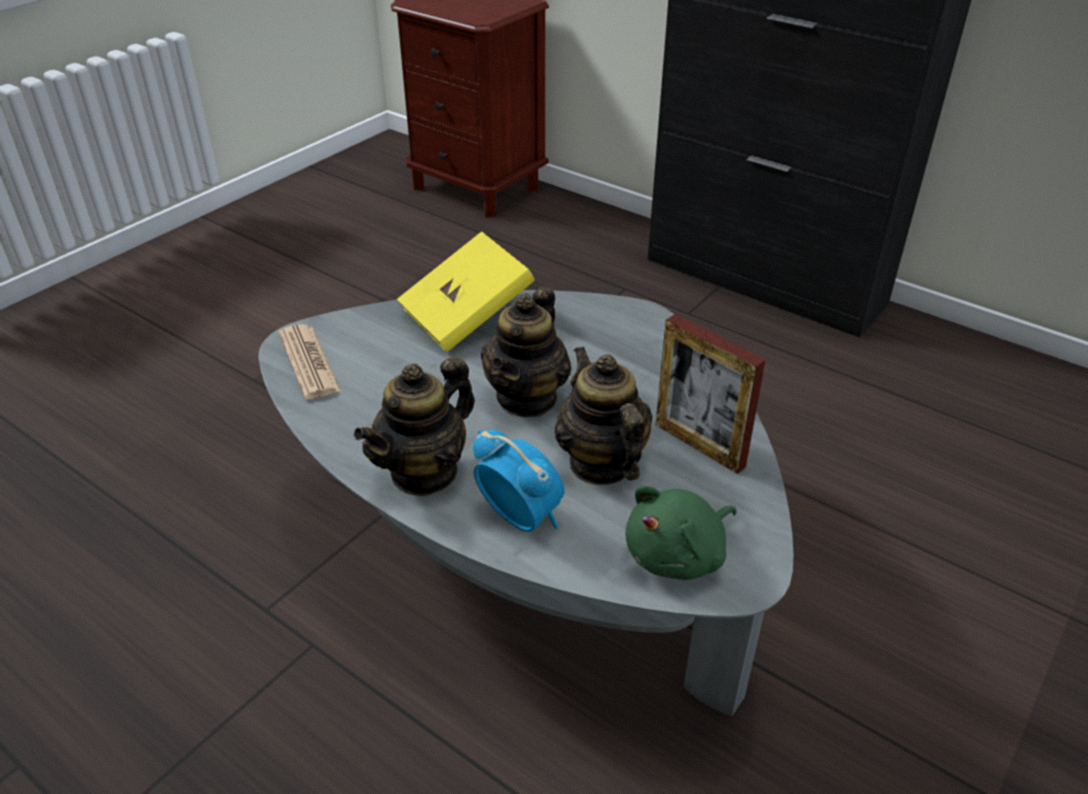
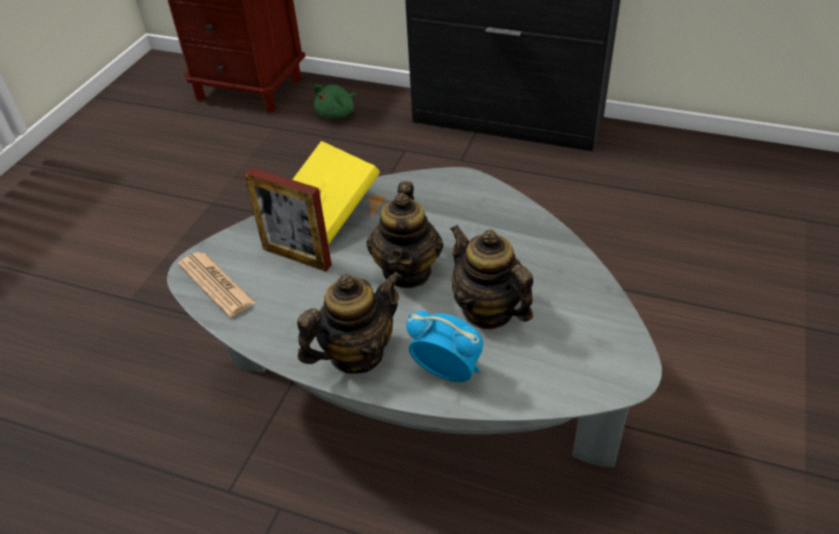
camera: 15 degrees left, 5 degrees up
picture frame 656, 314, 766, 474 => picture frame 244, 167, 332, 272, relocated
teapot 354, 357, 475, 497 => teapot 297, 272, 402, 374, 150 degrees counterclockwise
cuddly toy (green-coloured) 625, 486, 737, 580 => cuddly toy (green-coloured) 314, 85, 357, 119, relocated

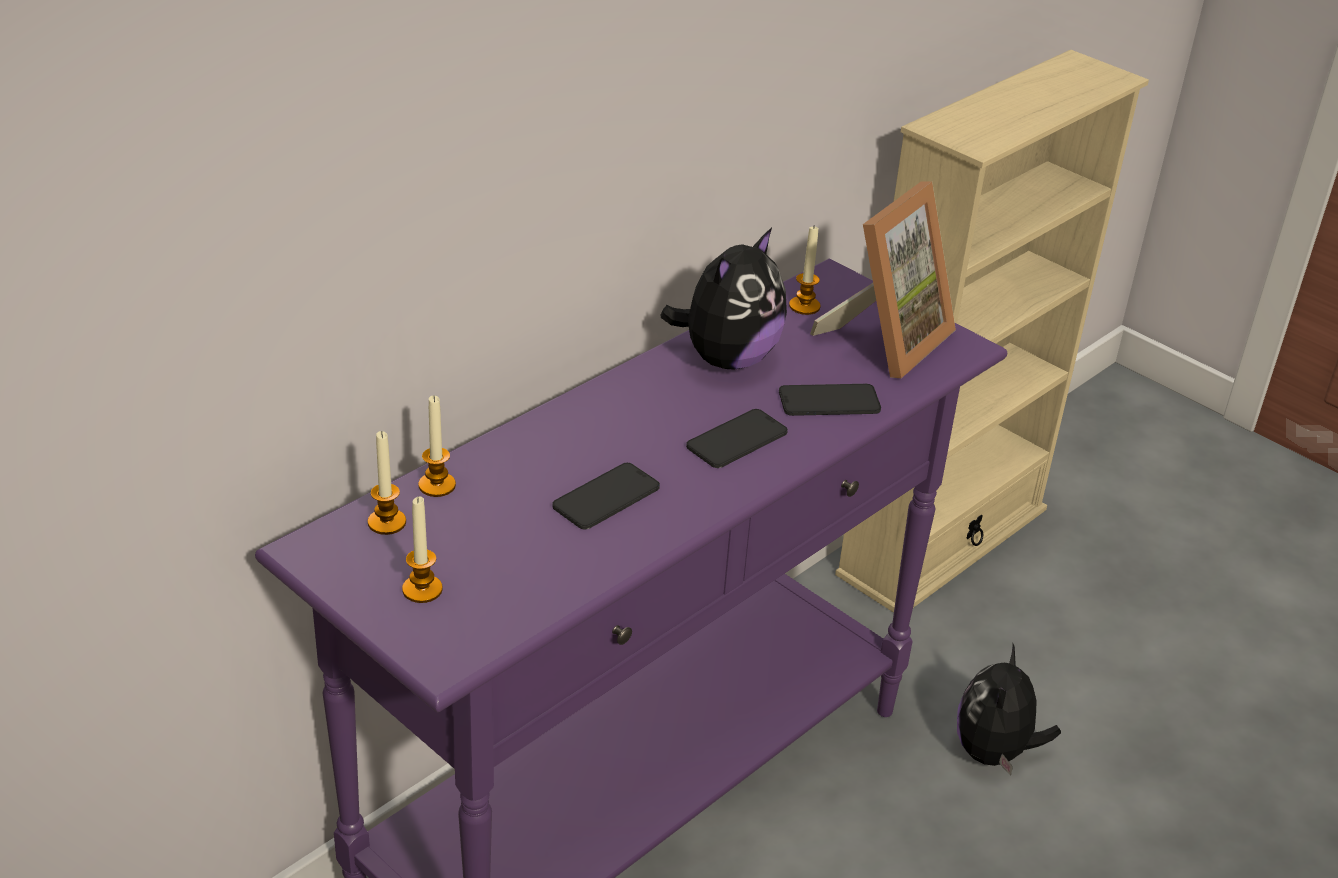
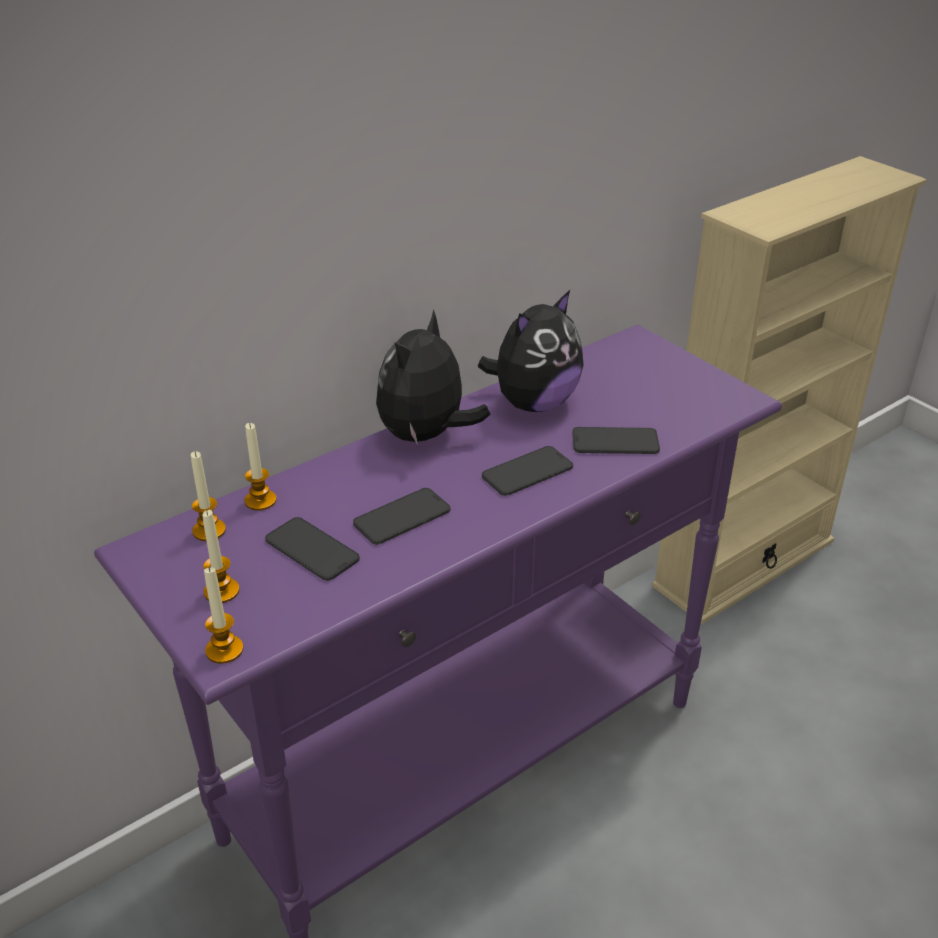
camera: 10 degrees right, 0 degrees up
wax light 789, 225, 821, 315 => wax light 204, 567, 243, 664, relocated
nothing => phone 265, 517, 360, 581
cuddly toy 957, 644, 1061, 775 => cuddly toy 376, 309, 491, 445, relocated
picture frame 810, 181, 956, 378 => nothing

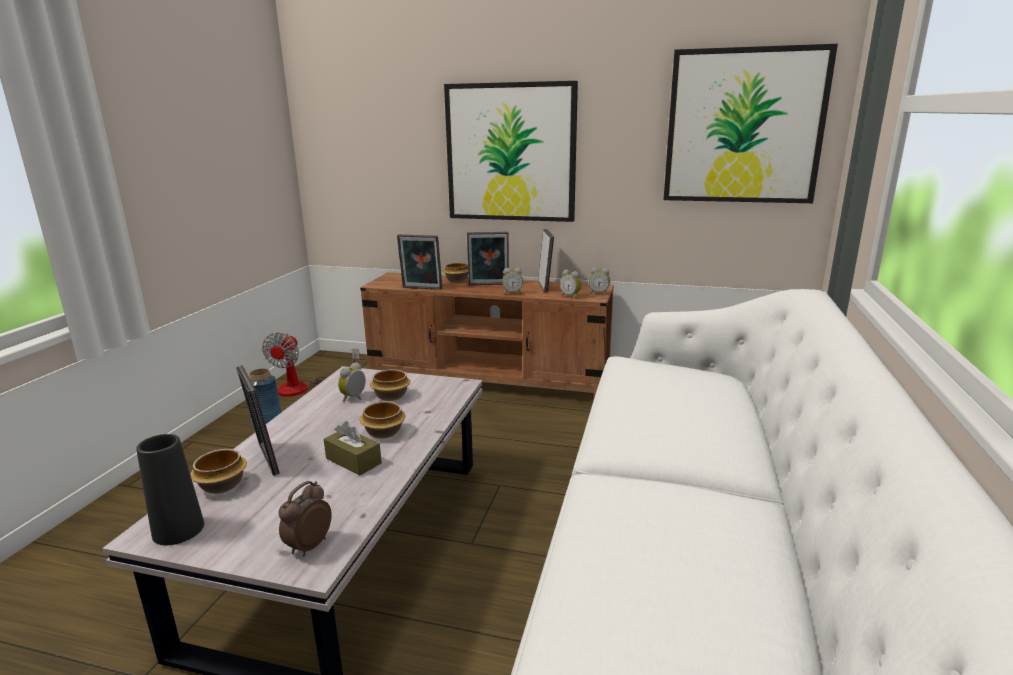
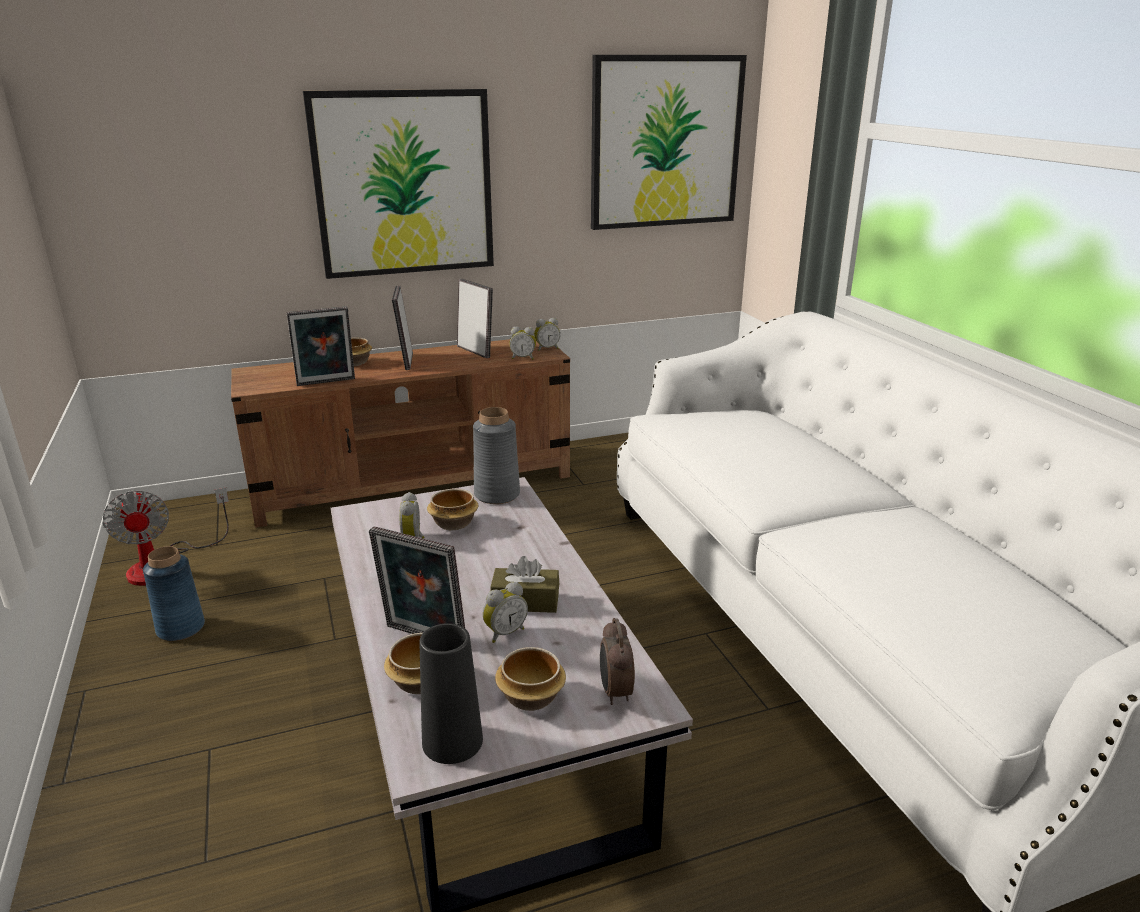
camera: 35 degrees left, 5 degrees up
picture frame 467, 231, 509, 285 => picture frame 392, 286, 413, 370, 120 degrees clockwise
nothing => flower vase (grey) 473, 407, 520, 504
alarm clock 502, 268, 523, 294 => alarm clock 483, 582, 528, 643, relocated
serving bowl 360, 401, 406, 439 => serving bowl 495, 647, 566, 711, relocated

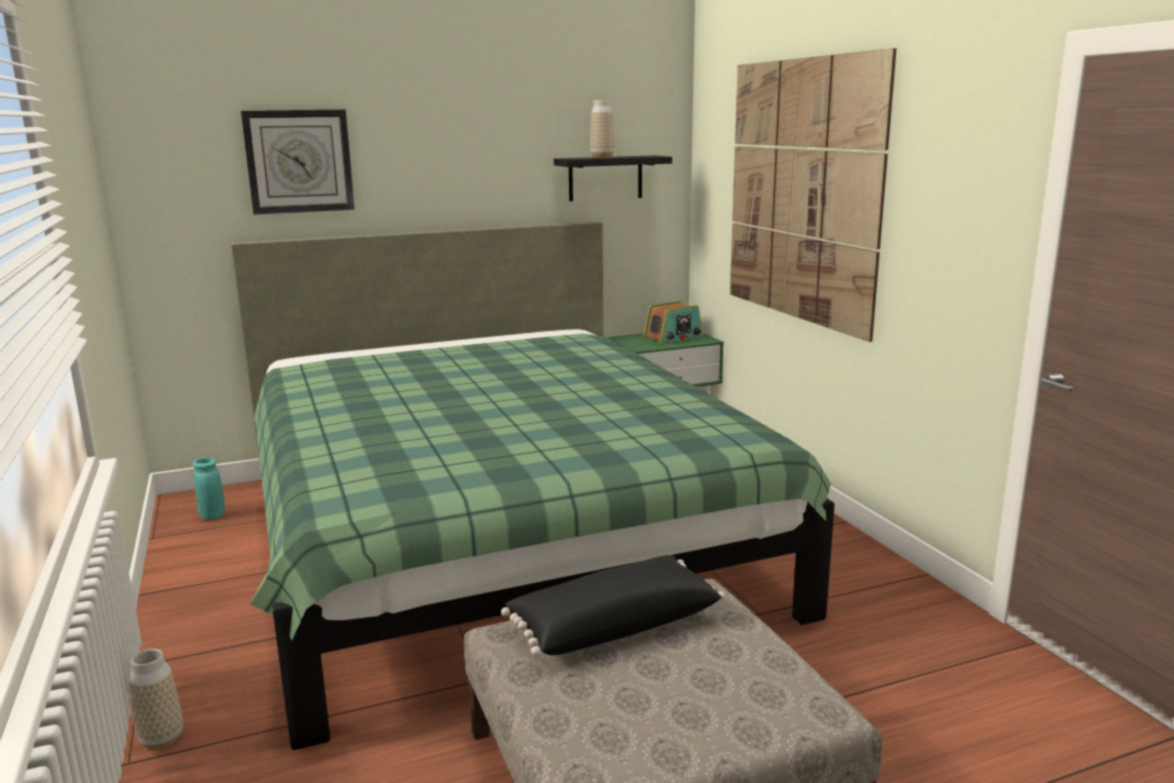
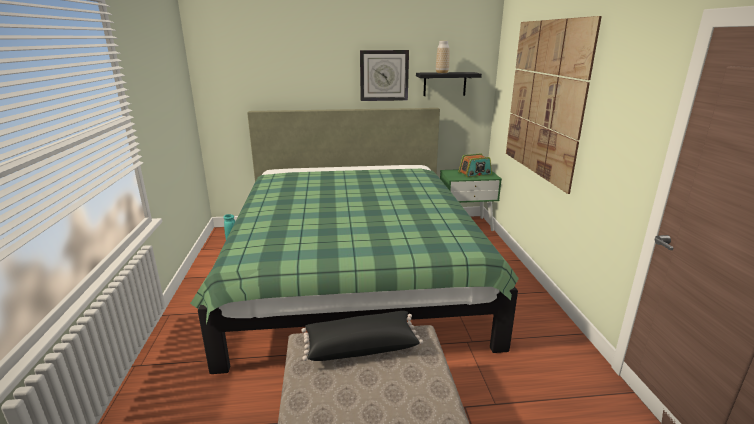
camera: 15 degrees right, 5 degrees up
wall clock 241, 110, 355, 214 => wall clock 360, 50, 409, 101, relocated
flower vase 129, 649, 183, 750 => nothing

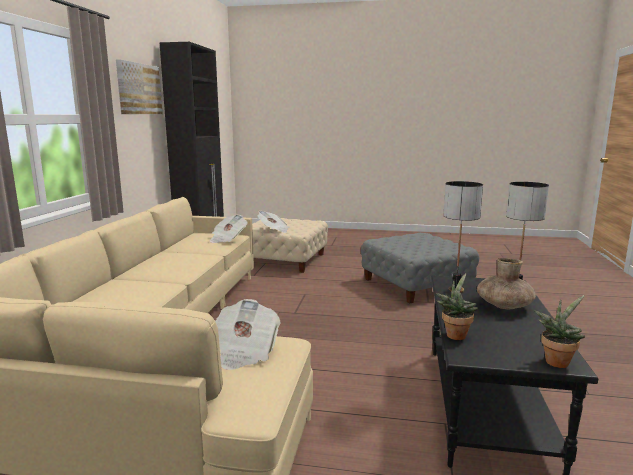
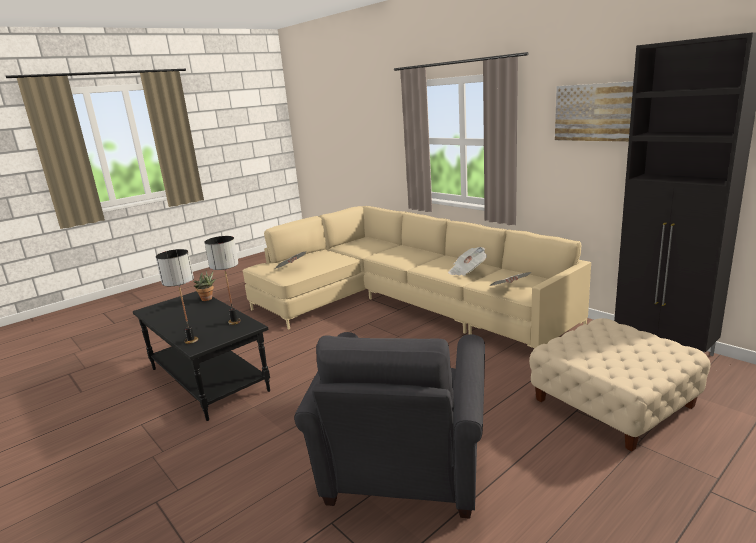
camera: 130 degrees right, 5 degrees up
footrest (grey) 361, 233, 479, 303 => lounge chair (grey) 294, 332, 485, 519
daily paper 257, 211, 289, 233 => daily paper 448, 247, 487, 276, relocated
flower vase (brownish) 477, 258, 536, 309 => nothing
potted plant 535, 295, 585, 368 => nothing

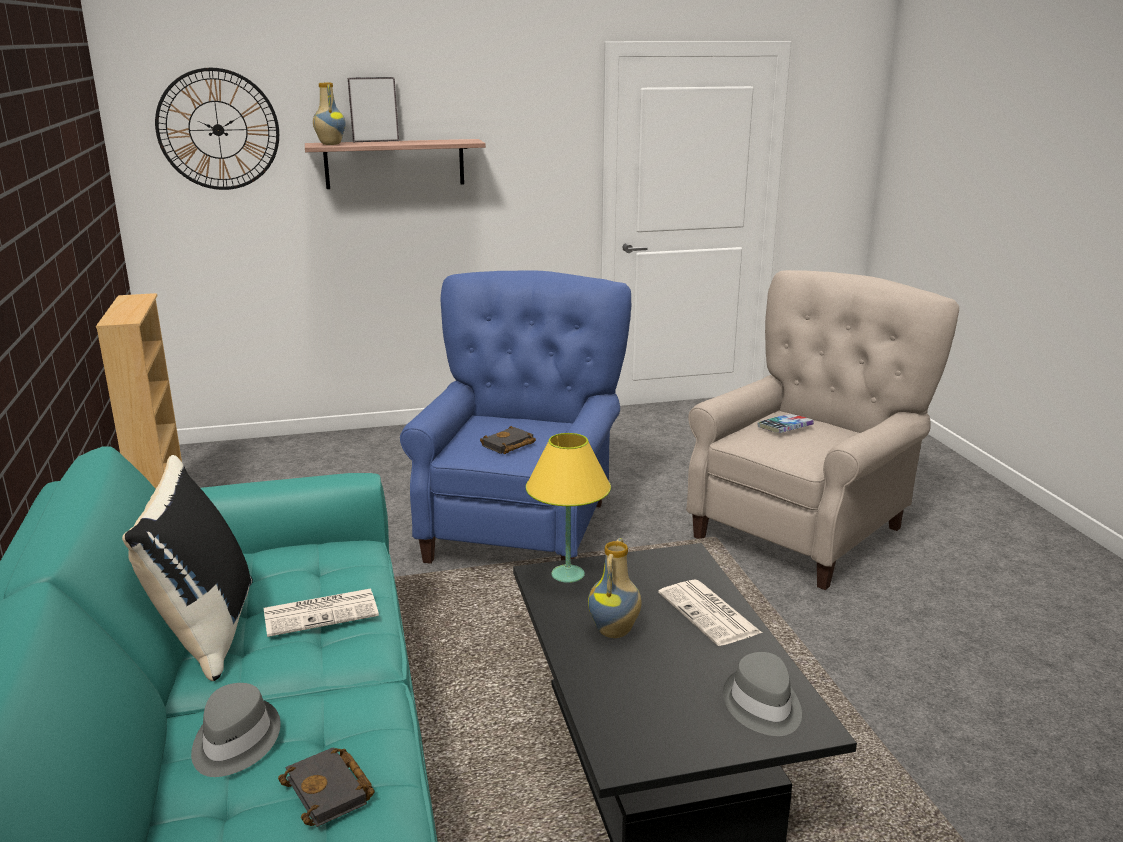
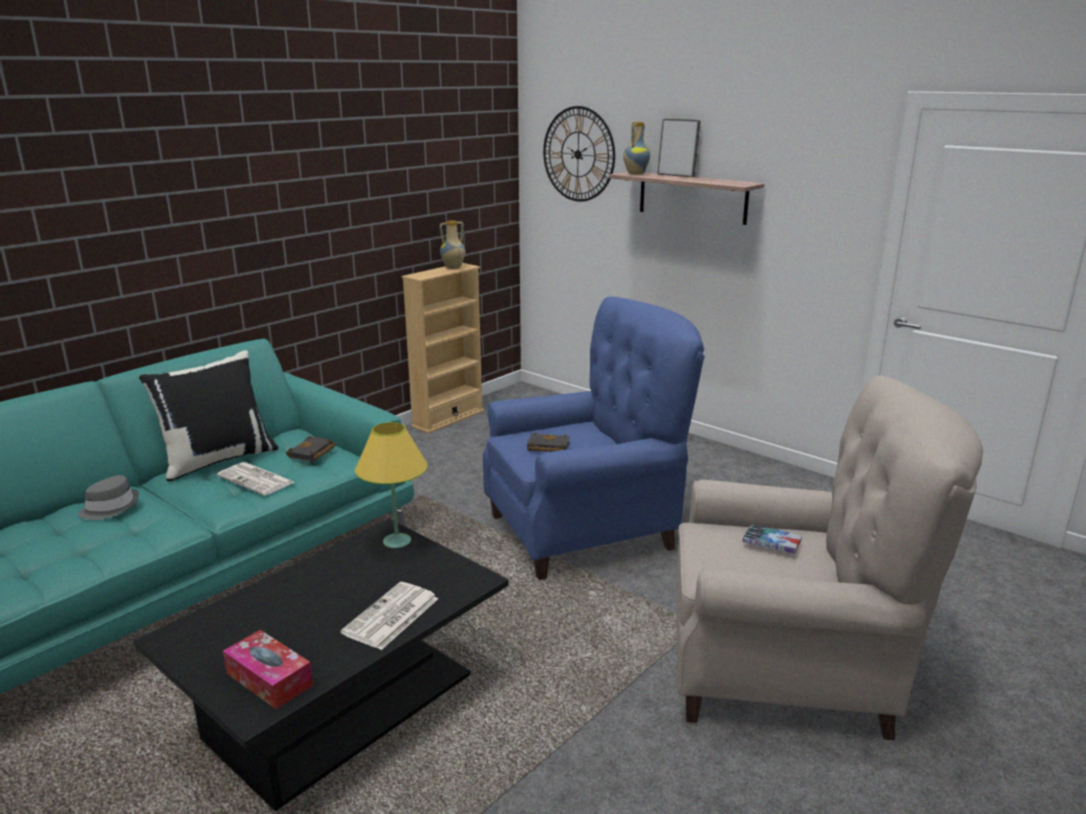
camera: 55 degrees right, 0 degrees up
clothing hat (grey) 723, 652, 802, 736 => tissue holder 223, 630, 313, 709
volume (blackish) 278, 747, 375, 827 => volume (blackish) 286, 436, 336, 462, relocated
flower vase 588, 538, 642, 638 => flower vase 440, 221, 466, 269, relocated

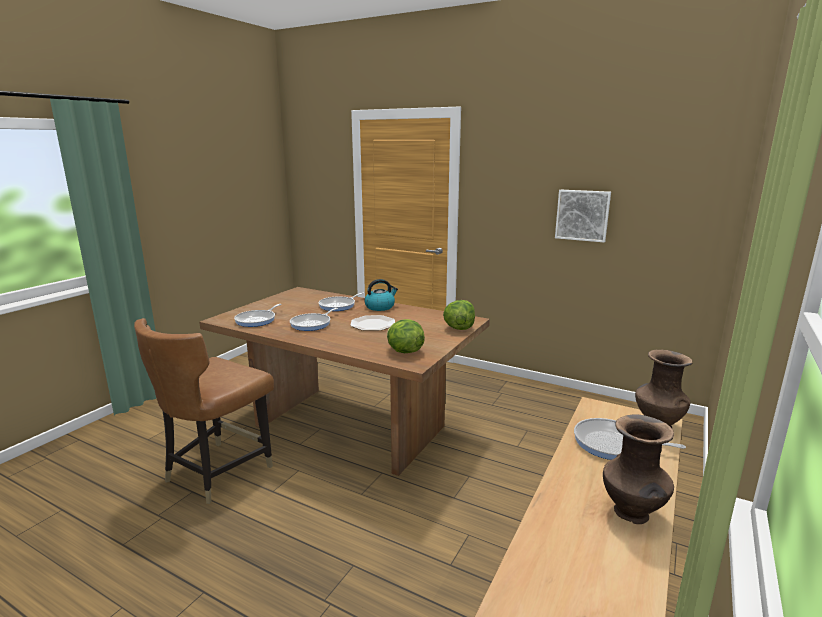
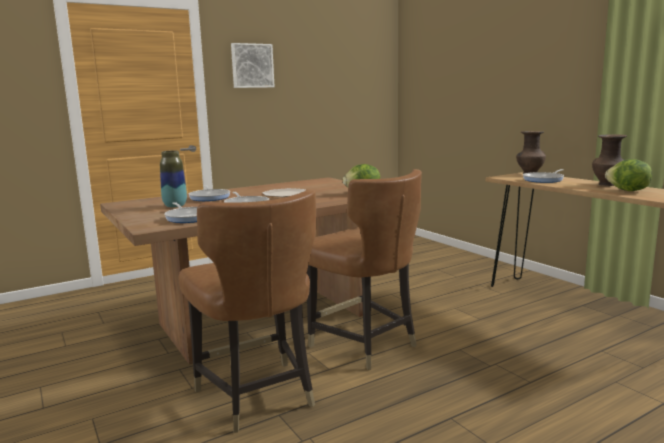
camera: 60 degrees left, 5 degrees down
nothing => flower vase 160, 151, 187, 208
wall art 555, 190, 611, 242 => wall art 231, 43, 275, 88, relocated
nothing => plain chair (brownish) 307, 169, 422, 370
head of lettuce 443, 300, 475, 330 => head of lettuce 605, 159, 652, 191, relocated
kettle 364, 279, 398, 311 => nothing

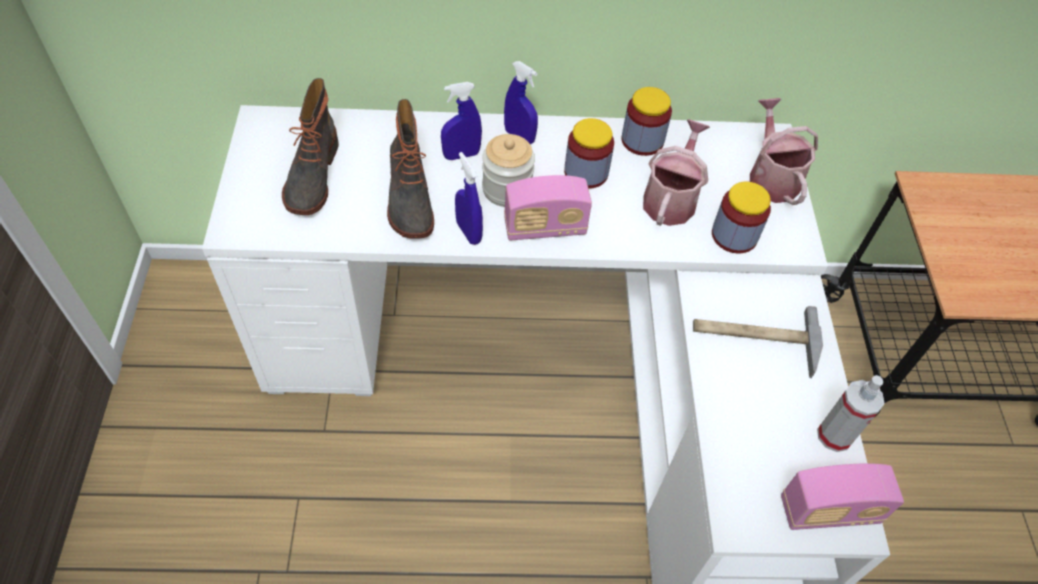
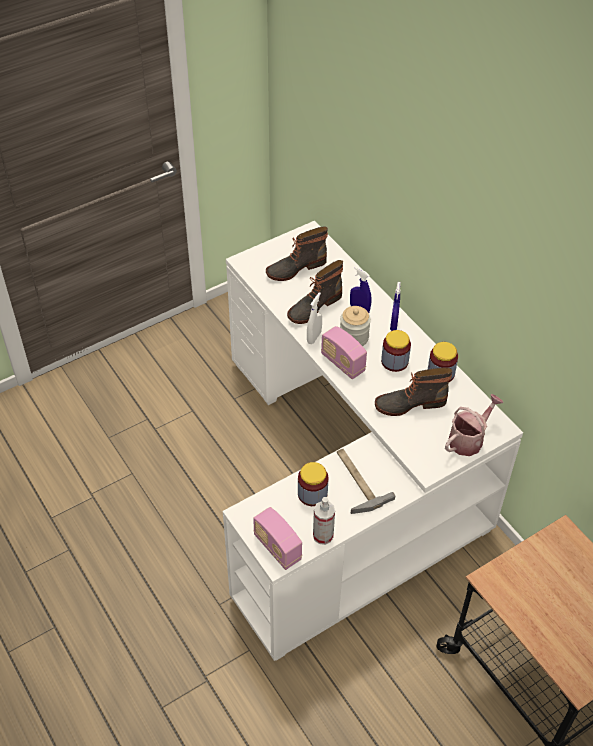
camera: 60 degrees right, 5 degrees down
jar 712, 181, 771, 253 => jar 298, 462, 328, 506, relocated
hand sprayer (bluish) 455, 152, 483, 245 => hand sprayer (white-coloured) 307, 292, 322, 344
sprinkling can 643, 119, 710, 226 => tall boot 375, 367, 453, 416

